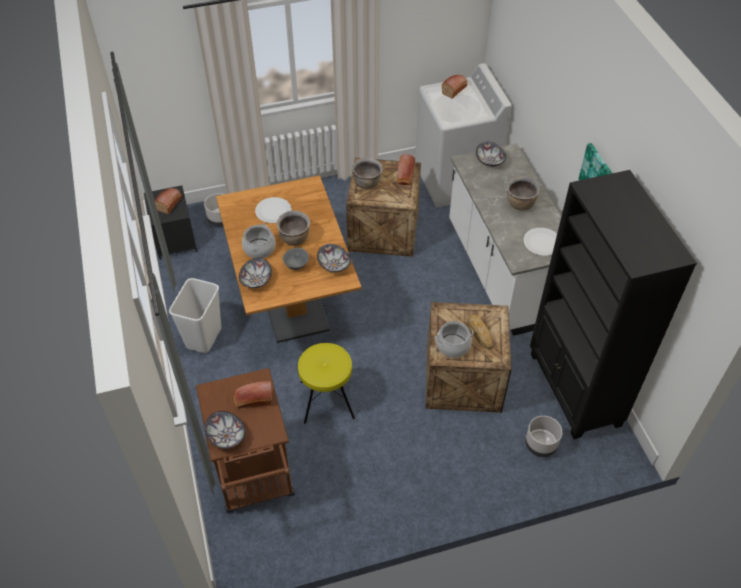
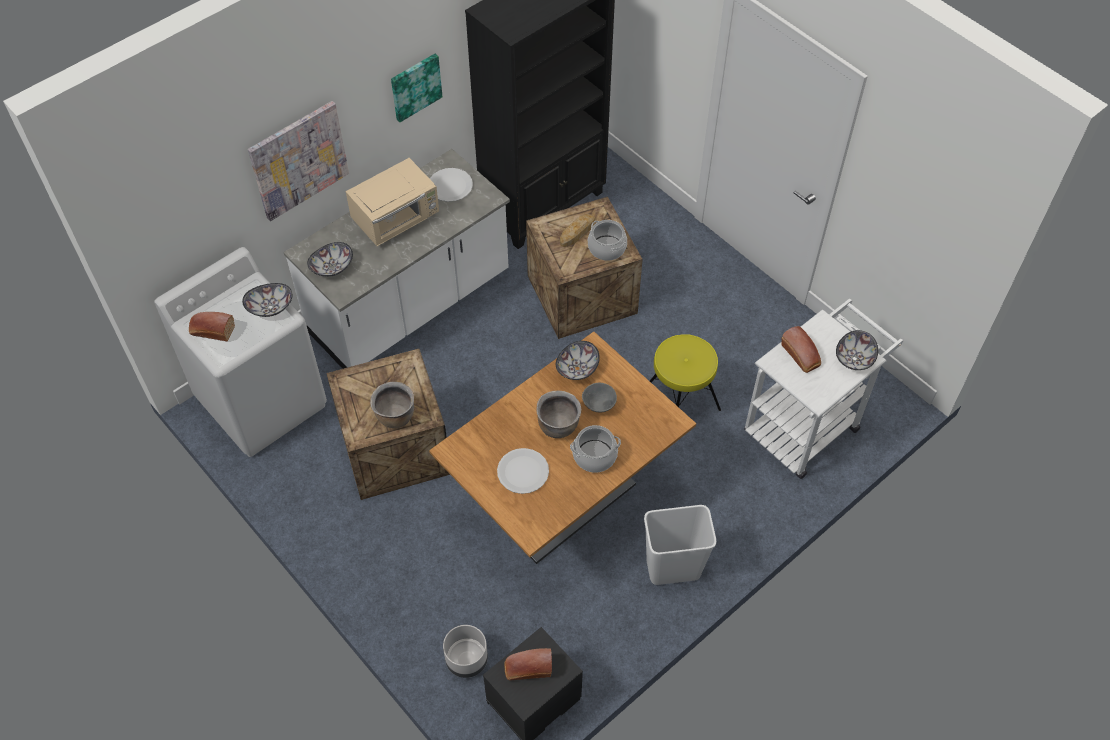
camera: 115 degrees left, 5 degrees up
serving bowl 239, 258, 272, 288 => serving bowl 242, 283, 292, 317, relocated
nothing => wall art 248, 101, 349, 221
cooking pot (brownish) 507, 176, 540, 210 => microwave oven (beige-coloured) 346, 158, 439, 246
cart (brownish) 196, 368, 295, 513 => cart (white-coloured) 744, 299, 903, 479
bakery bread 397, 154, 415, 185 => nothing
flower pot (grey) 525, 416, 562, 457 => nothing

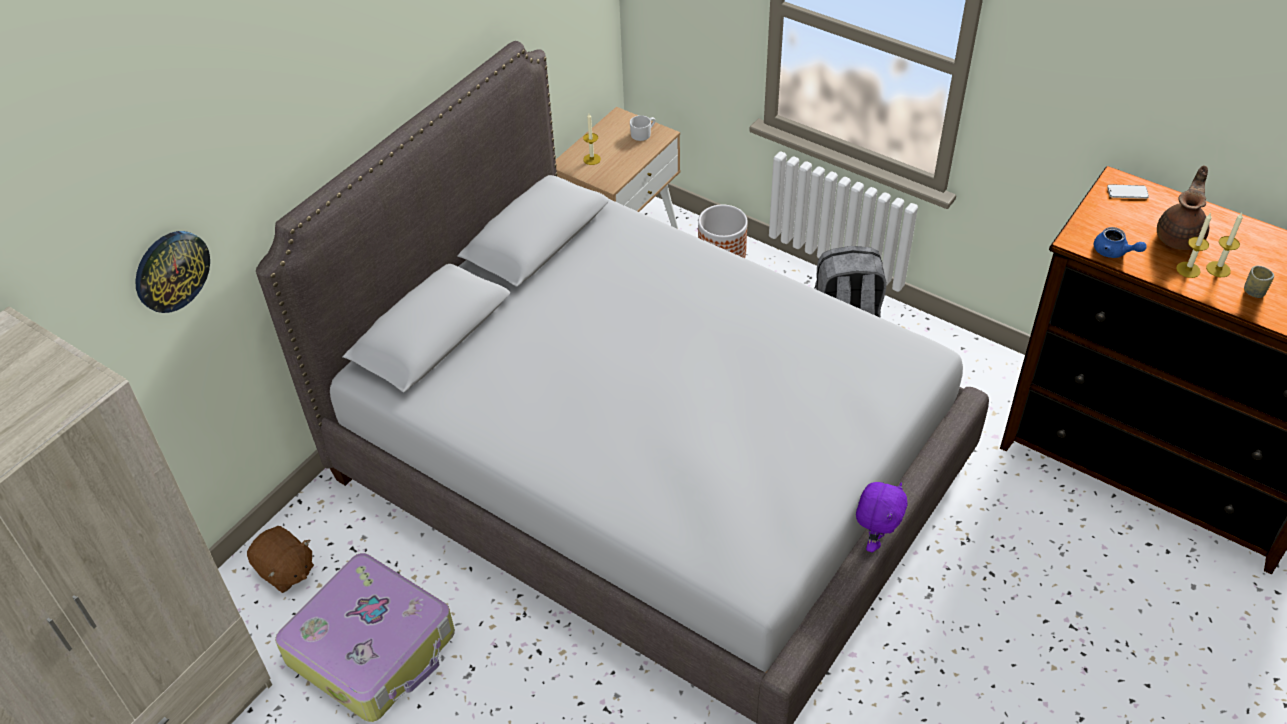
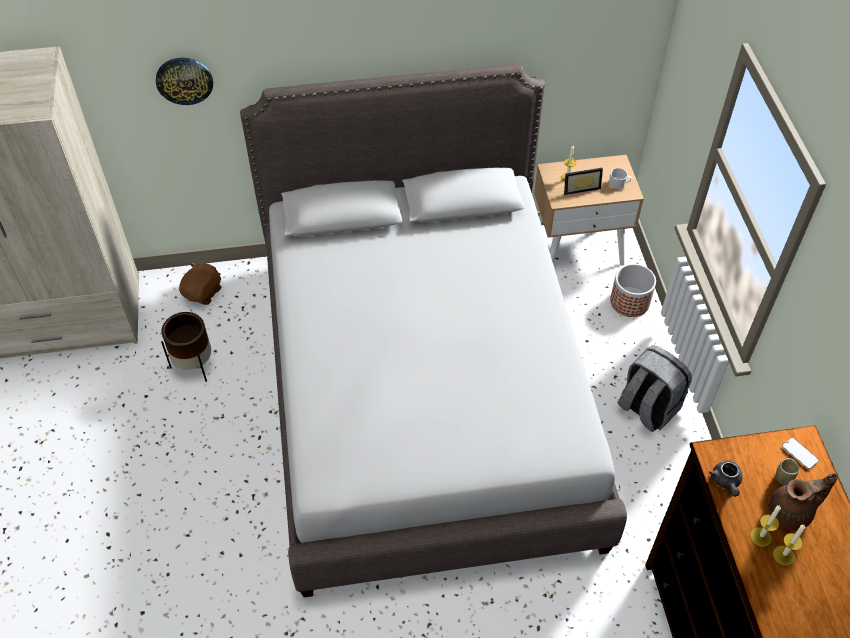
camera: 45 degrees right, 5 degrees up
piece of luggage 275, 553, 455, 722 => flower pot (brownish) 161, 312, 211, 382
cuddly toy (brownish) 247, 526, 314, 593 => cuddly toy (brownish) 179, 262, 221, 305, 150 degrees counterclockwise
nothing => picture frame 564, 168, 603, 195
teapot (bluish) 1094, 227, 1147, 258 => teapot (grey) 709, 460, 743, 497
small cup 1244, 266, 1274, 298 => small cup 776, 458, 799, 485, relocated
cuddly toy (purple) 856, 482, 907, 552 => nothing

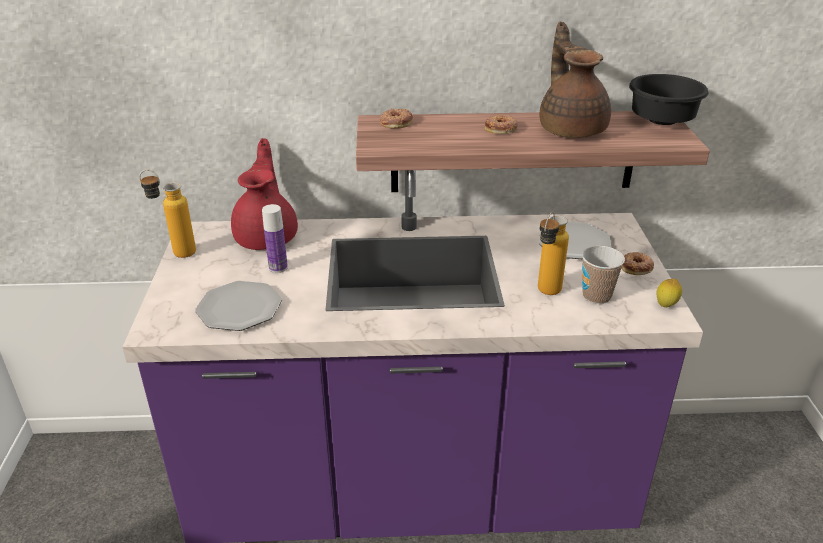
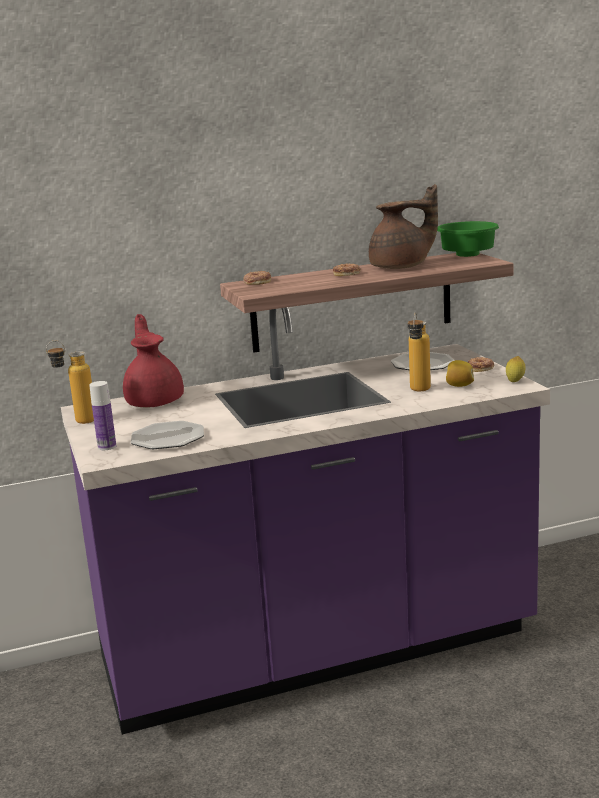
camera: 15 degrees left, 15 degrees down
bottle 262, 204, 288, 273 => bottle 89, 381, 116, 450, relocated
teapot (brownish) 540, 22, 611, 138 => teapot (brownish) 369, 184, 438, 269, 105 degrees clockwise
serving bowl (blackish) 629, 74, 708, 125 => serving bowl (green-coloured) 437, 221, 499, 257
small cup 582, 246, 625, 304 => citrus fruit 446, 360, 474, 387

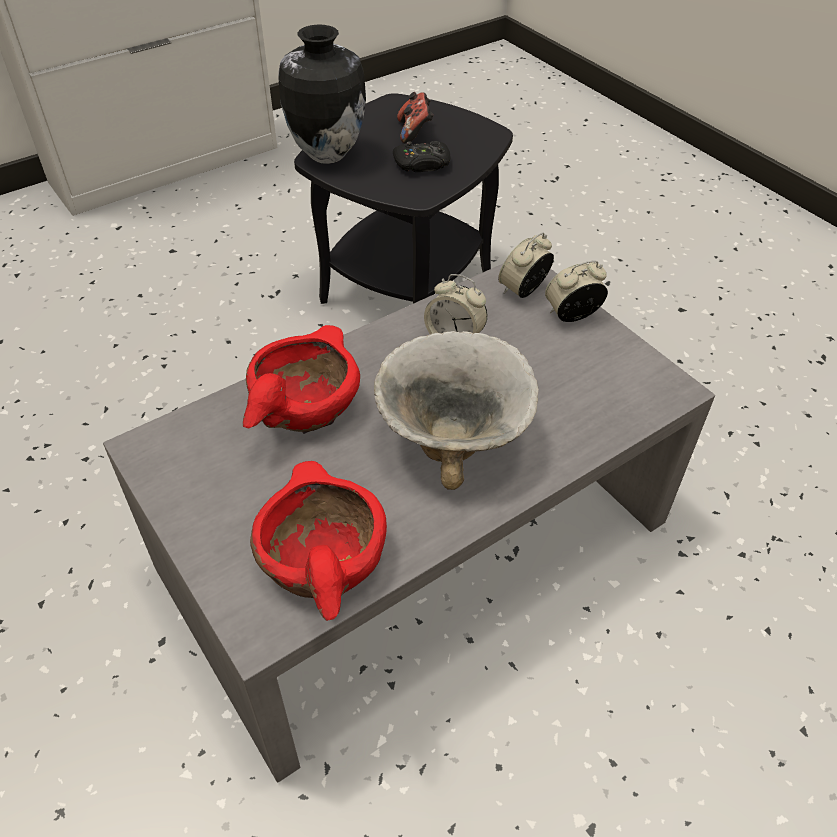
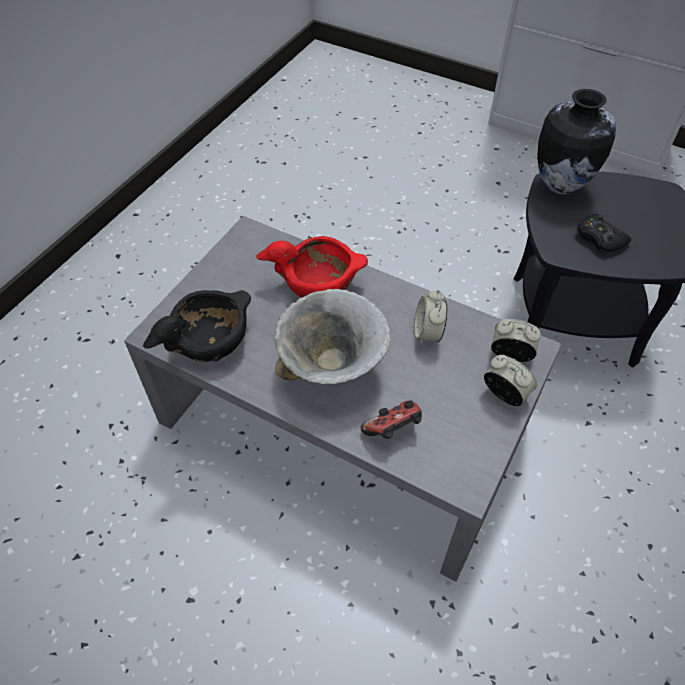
camera: 65 degrees right, 5 degrees up
serving bowl (red) 250, 461, 387, 621 => serving bowl (blackish) 143, 290, 251, 362
gamepad 397, 92, 434, 143 => gamepad 361, 400, 422, 439, relocated

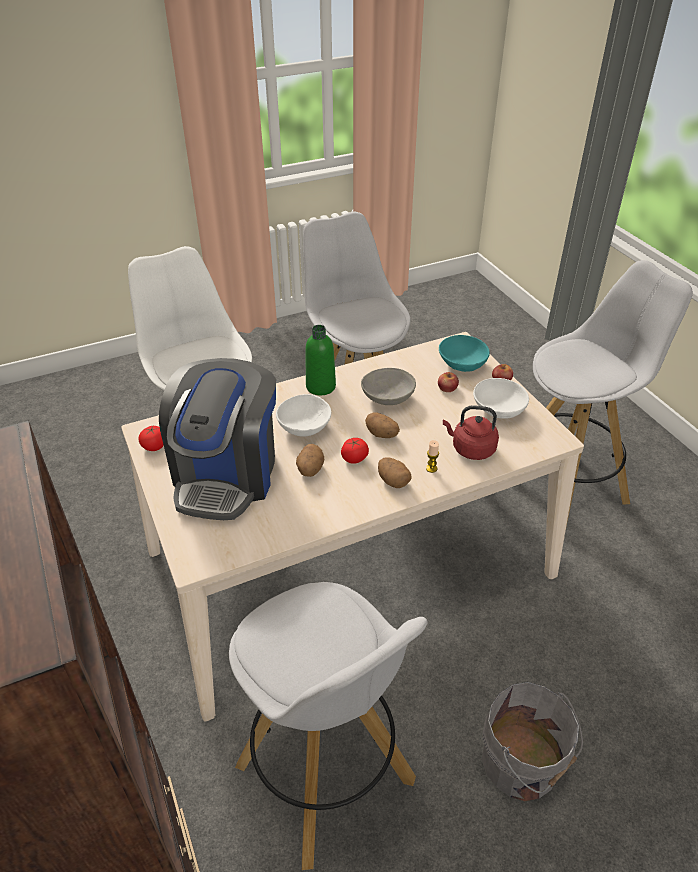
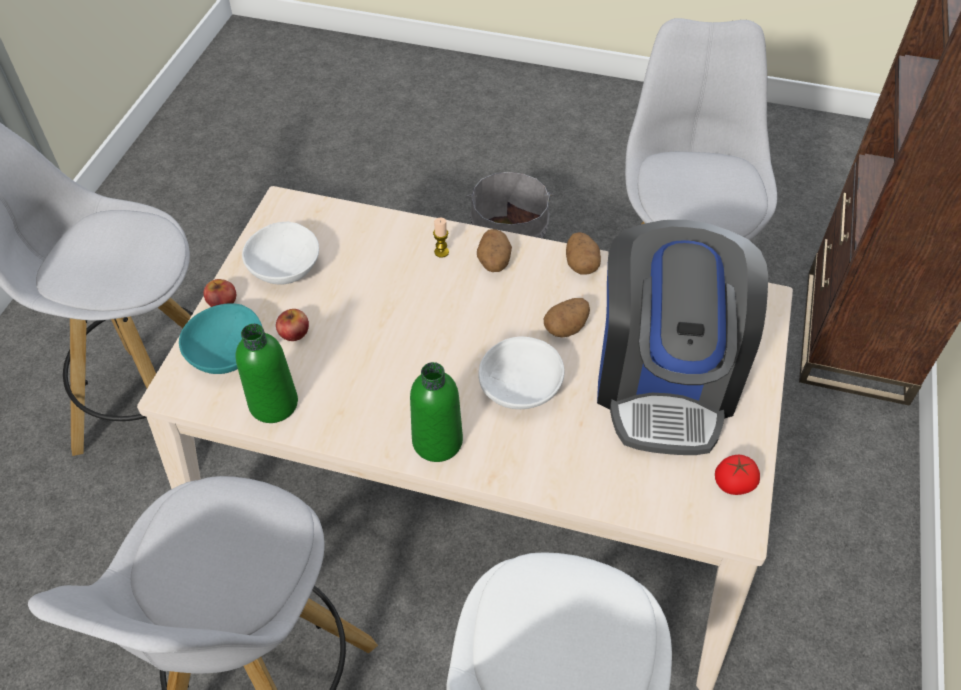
camera: 140 degrees left, 10 degrees up
nothing => bottle (green-coloured) 236, 324, 298, 423
whole potato 365, 412, 400, 438 => whole potato 566, 232, 601, 275, relocated
coffee brewer 159, 358, 276, 520 => coffee brewer 597, 220, 768, 455, 135 degrees clockwise
fresh tomato 341, 438, 369, 464 => nothing
serving bowl (grey) 361, 368, 416, 405 => nothing
kettle (red) 443, 405, 499, 460 => nothing

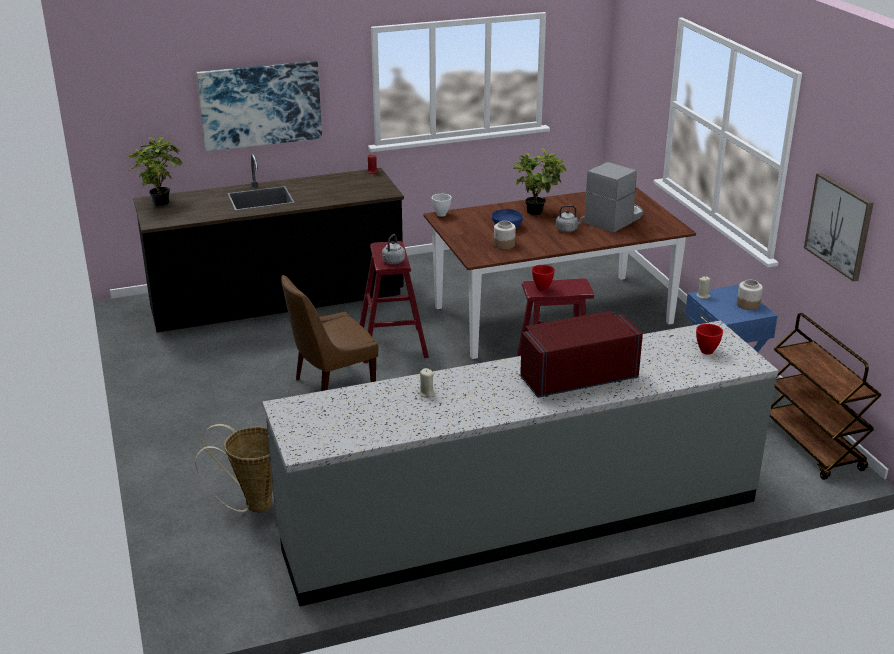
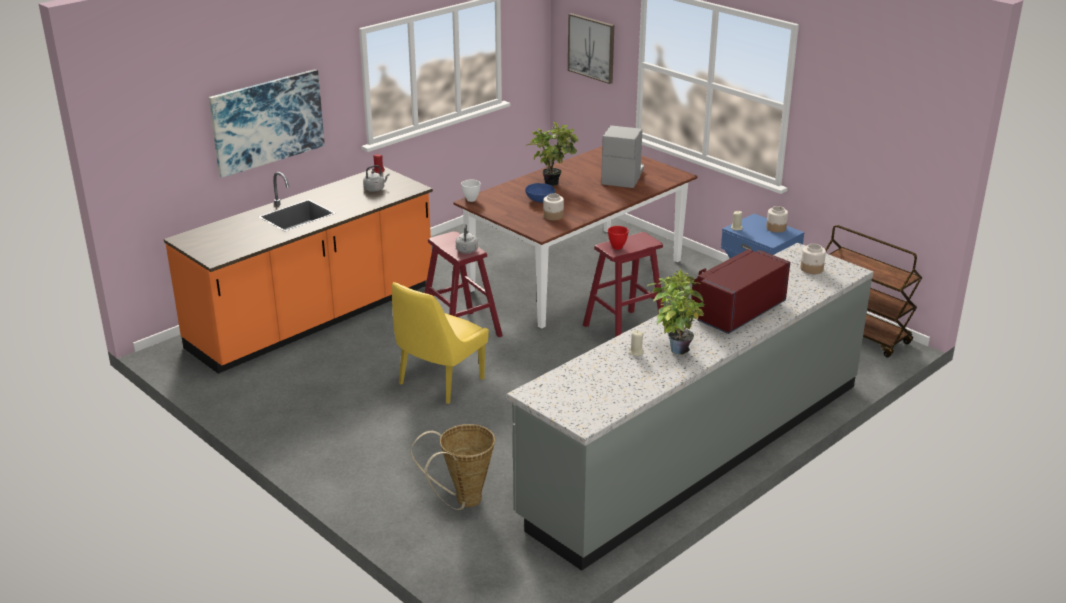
camera: 25 degrees left, 0 degrees up
kitchen base unit (blackish) 133, 154, 404, 333 => kitchen base unit (orange) 164, 166, 433, 374
kettle (grey) 556, 205, 585, 232 => kettle (grey) 363, 165, 389, 192, relocated
plain chair (brownish) 281, 275, 378, 391 => plain chair (yellowish) 392, 282, 489, 404
wall art 804, 173, 873, 281 => wall art 568, 13, 614, 84, relocated
potted plant 128, 137, 183, 206 => potted plant 647, 269, 706, 355, relocated
serving bowl (red) 696, 324, 723, 355 => jar 800, 244, 826, 274

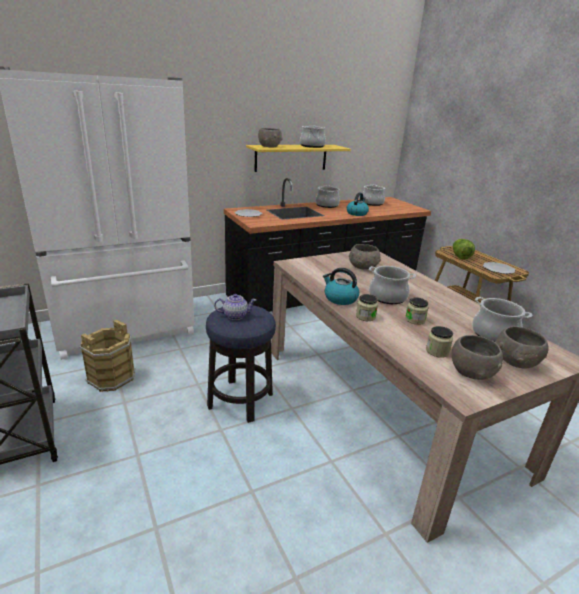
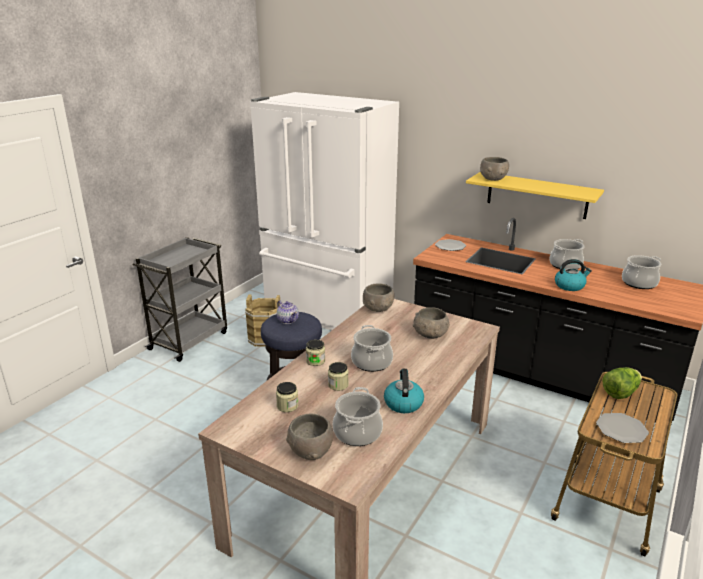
camera: 60 degrees right, 0 degrees up
serving bowl (grey) 452, 335, 503, 380 => serving bowl (grey) 363, 283, 394, 312, relocated
kettle 323, 268, 359, 305 => kettle 384, 369, 424, 413, relocated
cooking pot 300, 125, 326, 148 => nothing

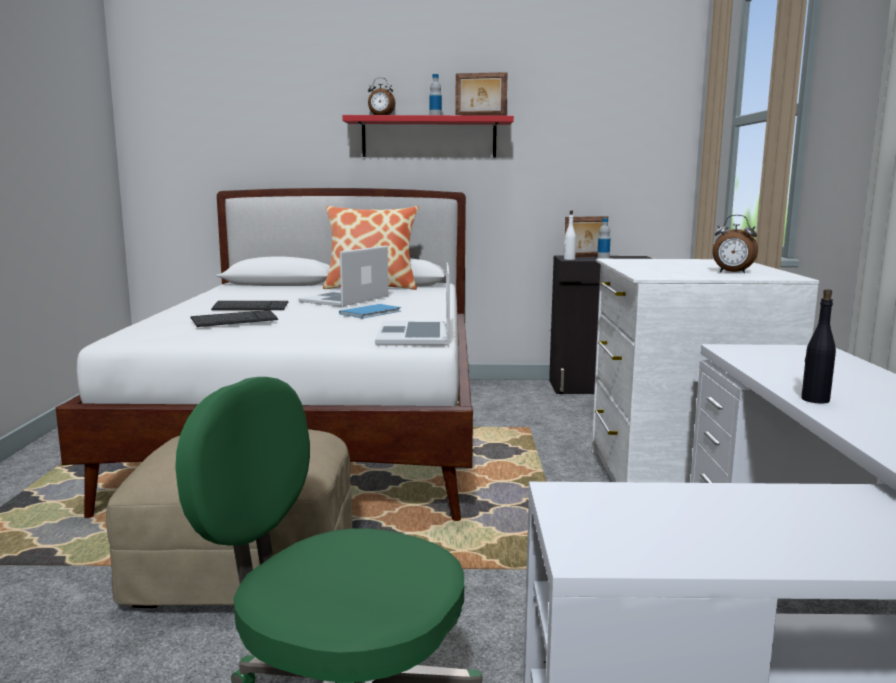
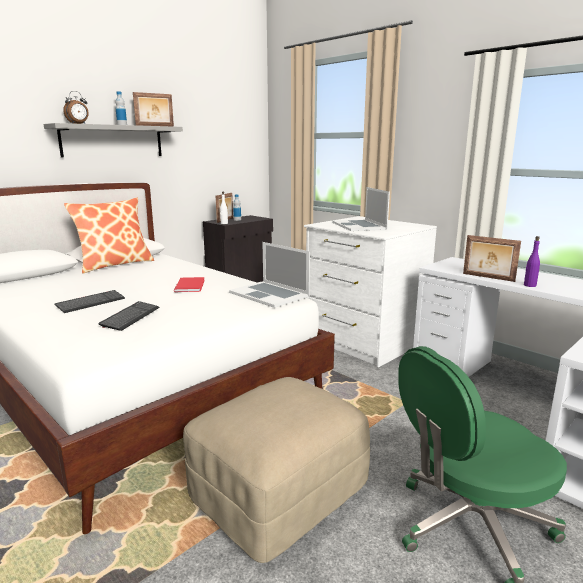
camera: 45 degrees left, 5 degrees up
shelf (red) 342, 115, 514, 158 => shelf (grey) 44, 123, 183, 158
volume (bluish) 339, 304, 401, 318 => volume (red) 174, 277, 205, 292
notebook computer 298, 246, 388, 306 => notebook computer 332, 187, 390, 231, relocated
nothing => picture frame 463, 235, 521, 282
bottle (blackish) 801, 289, 836, 404 => bottle (purple) 524, 236, 540, 287
alarm clock 713, 215, 758, 273 => nothing

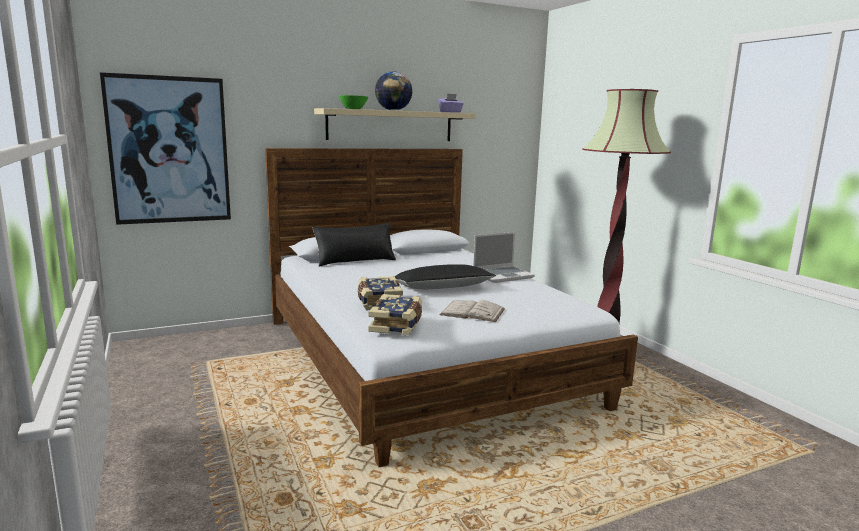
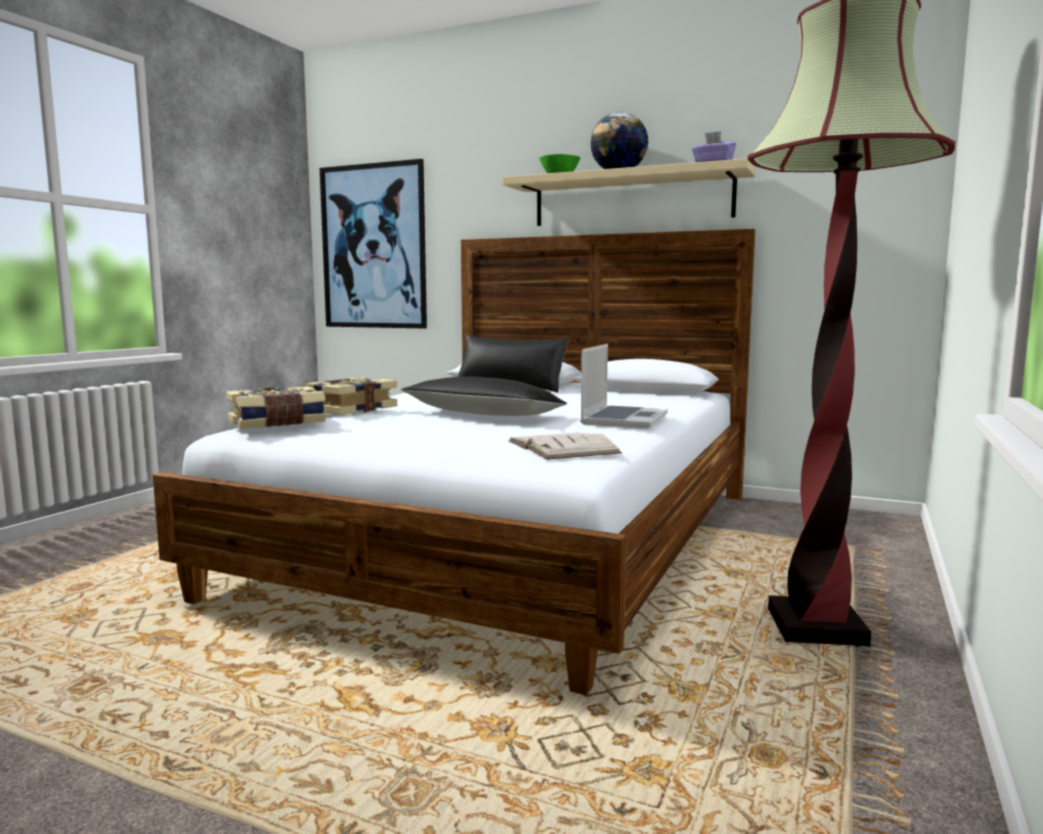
camera: 50 degrees right, 5 degrees down
volume (white-coloured) 440, 300, 505, 322 => volume (white-coloured) 508, 433, 622, 460, relocated
notebook computer 473, 232, 535, 283 => notebook computer 580, 344, 668, 429, 90 degrees counterclockwise

